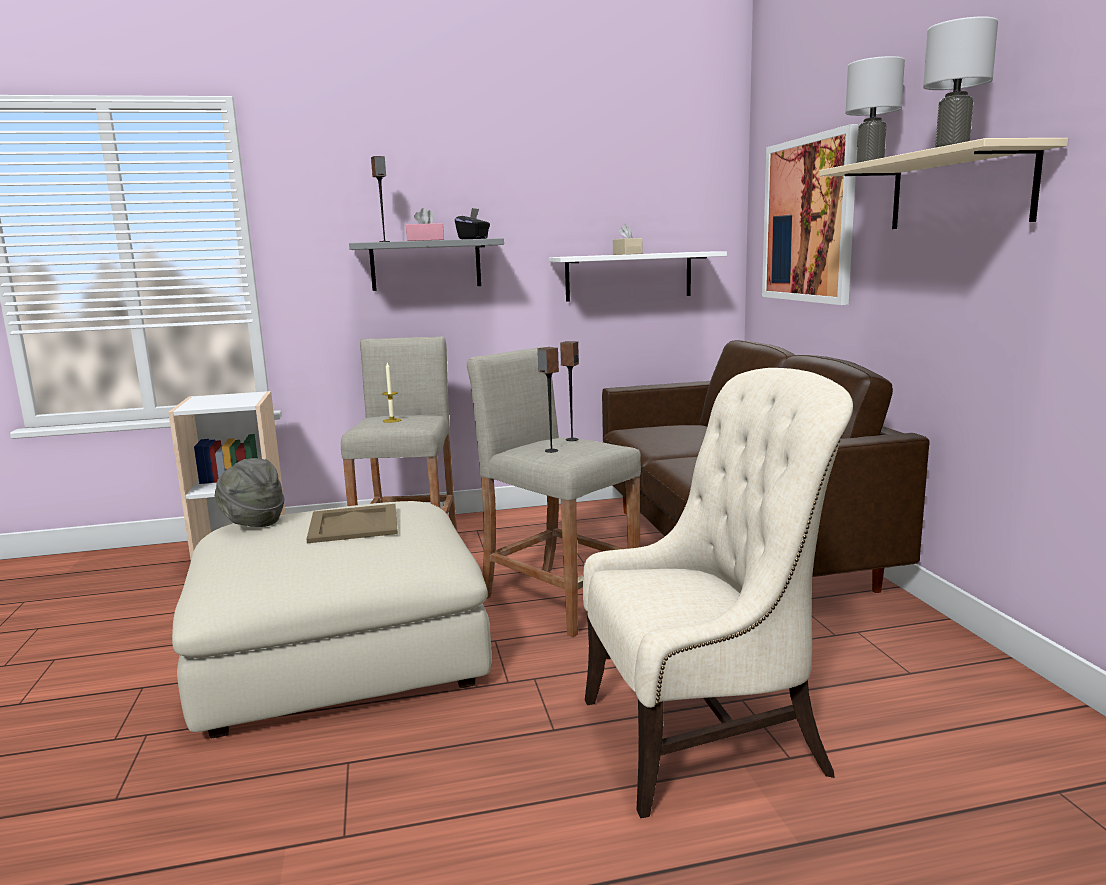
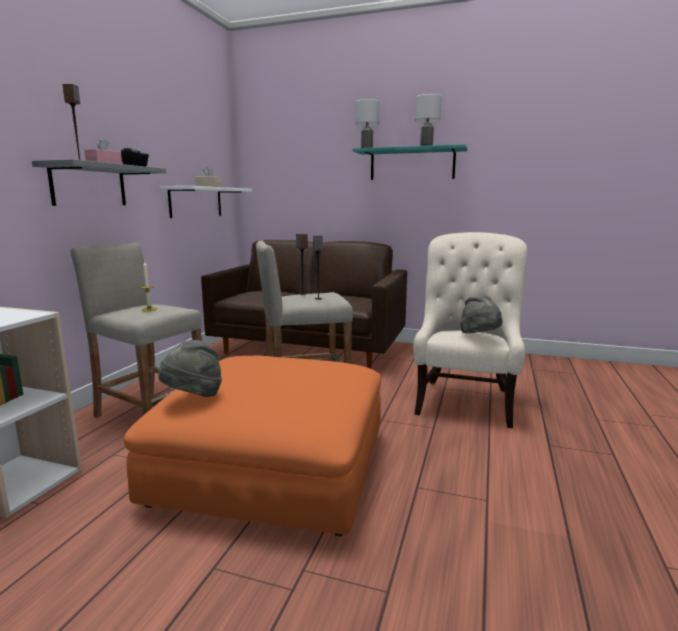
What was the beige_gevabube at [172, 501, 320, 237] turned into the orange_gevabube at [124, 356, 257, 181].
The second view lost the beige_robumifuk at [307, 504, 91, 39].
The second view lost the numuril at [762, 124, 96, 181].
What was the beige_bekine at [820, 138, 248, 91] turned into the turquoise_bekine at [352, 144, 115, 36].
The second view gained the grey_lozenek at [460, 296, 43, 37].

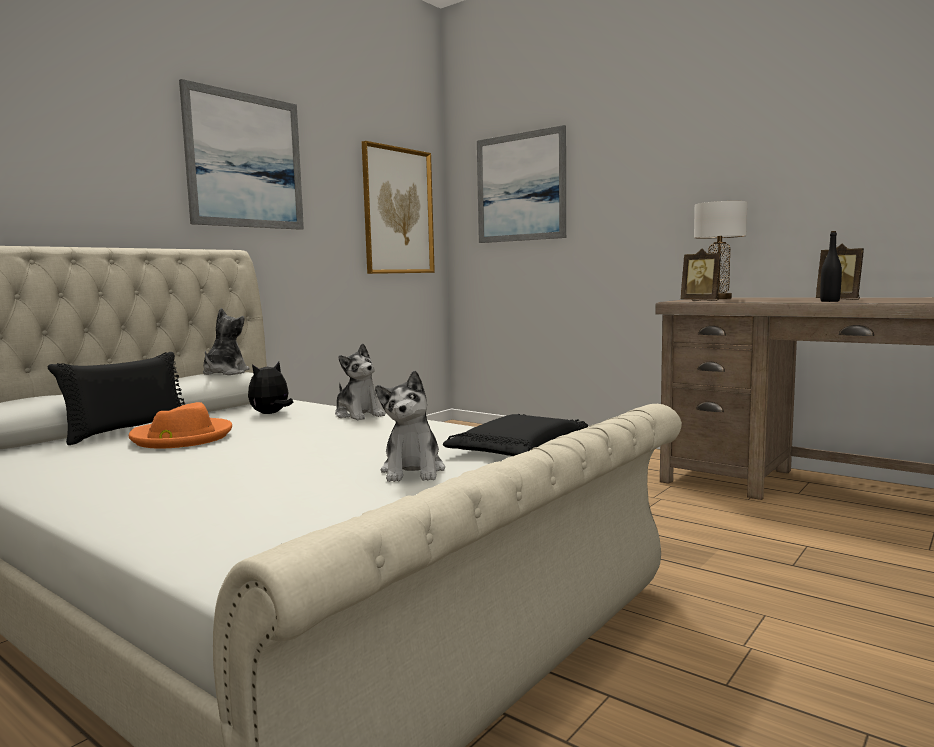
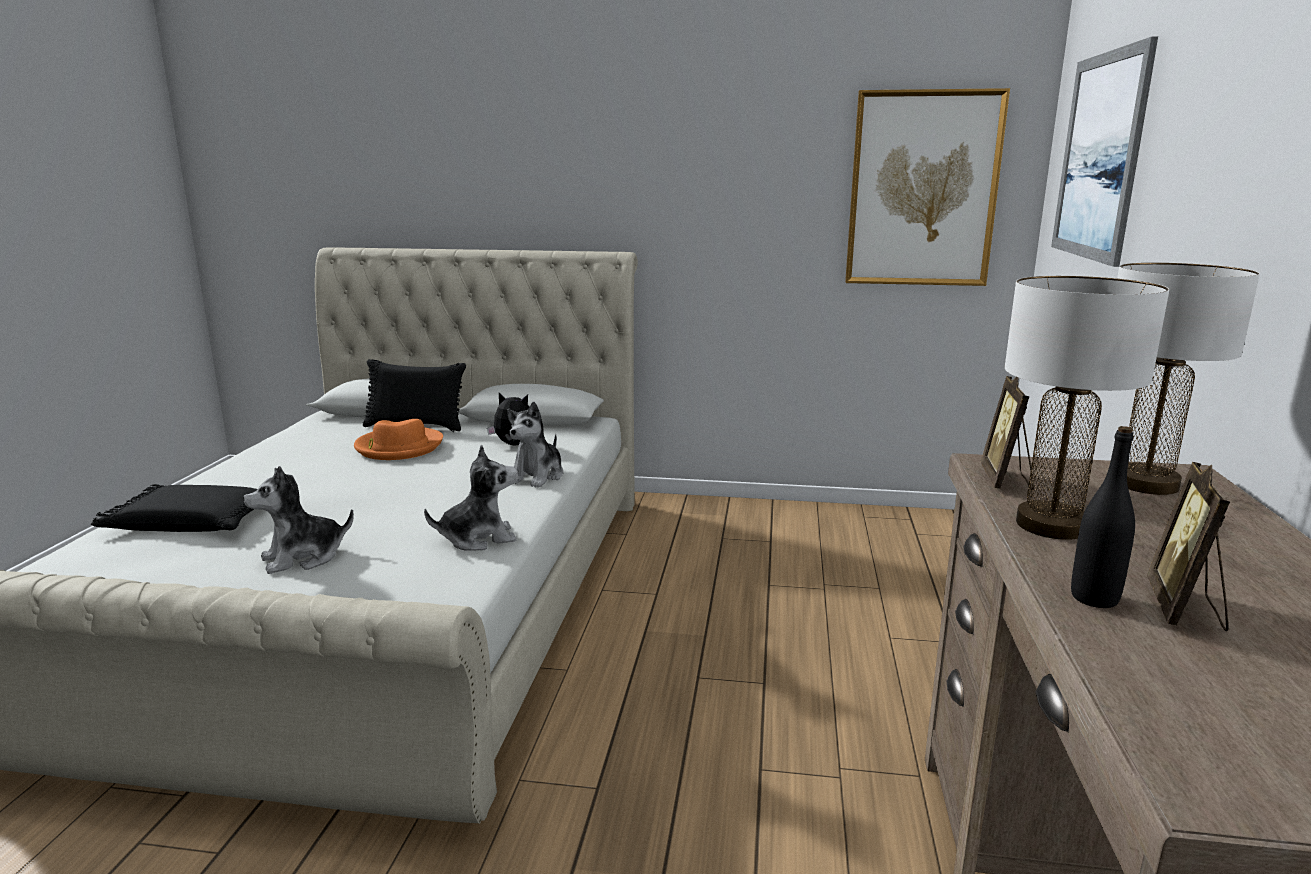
The second view lost the numuril at [179, 79, 125, 151].
The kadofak ended up elsewhere, having gone from [203, 308, 47, 67] to [424, 445, 94, 106].
The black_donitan ended up elsewhere, having gone from [443, 414, 145, 42] to [91, 484, 166, 48].
The second view gained the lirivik at [1005, 276, 164, 264].

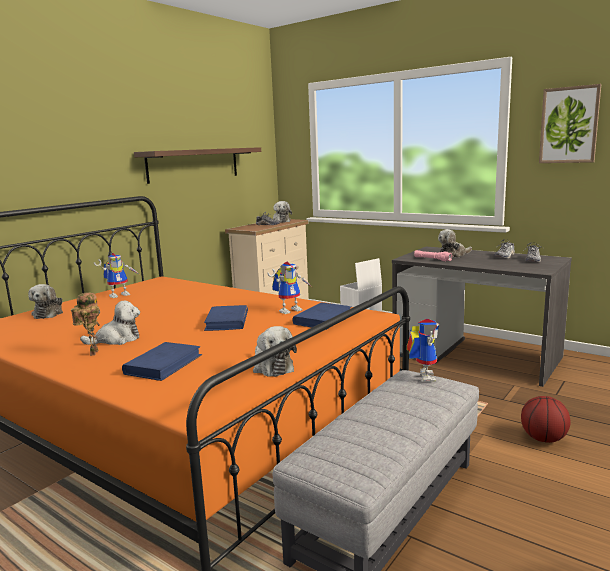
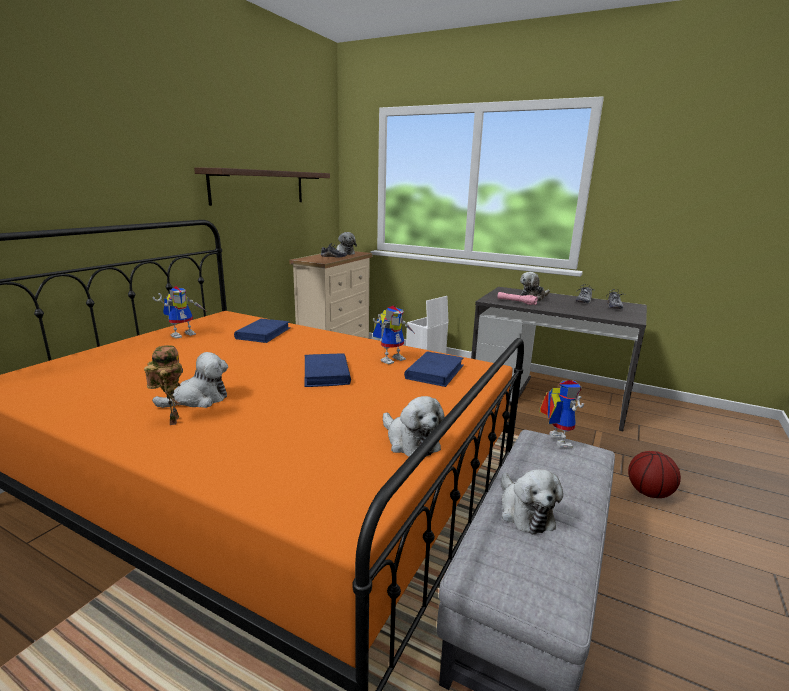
The kadofak ended up elsewhere, having gone from [28, 284, 35, 35] to [501, 469, 62, 65].
The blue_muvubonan ended up elsewhere, having gone from [122, 342, 80, 39] to [234, 319, 57, 24].
The second view lost the numuril at [539, 84, 62, 79].

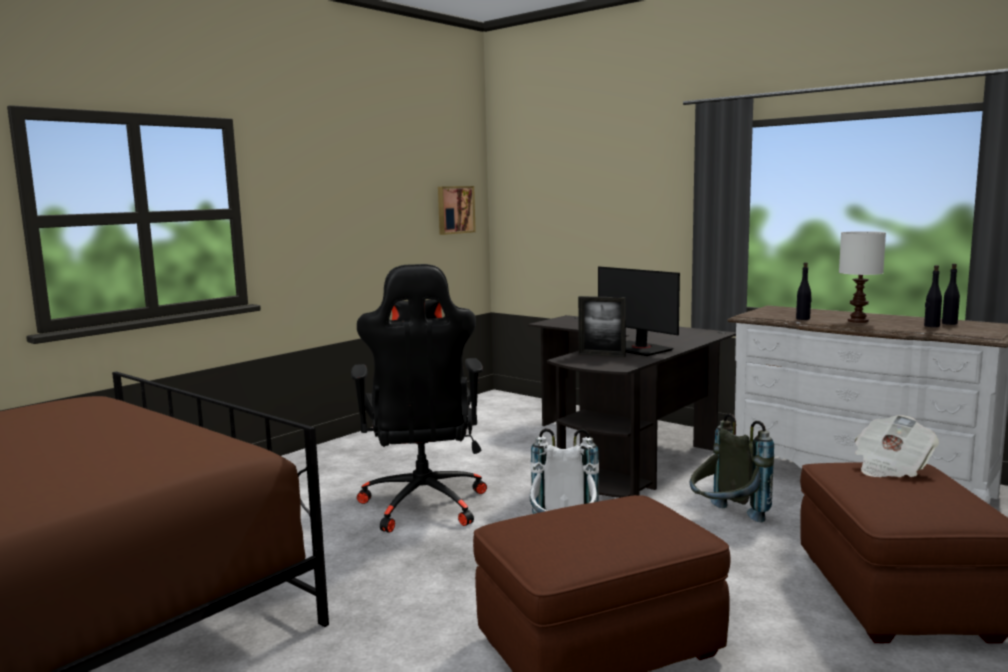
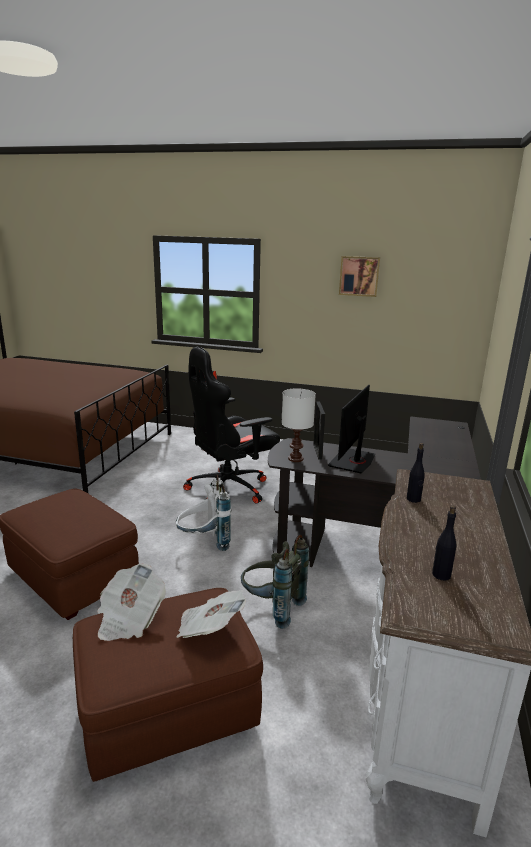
The numuril ended up elsewhere, having gone from [438, 186, 38, 49] to [339, 256, 41, 41].
The white_lirivik ended up elsewhere, having gone from [839, 231, 47, 92] to [281, 388, 35, 74].
The second view lost the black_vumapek at [942, 264, 18, 61].
The second view gained the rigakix at [97, 564, 69, 77].

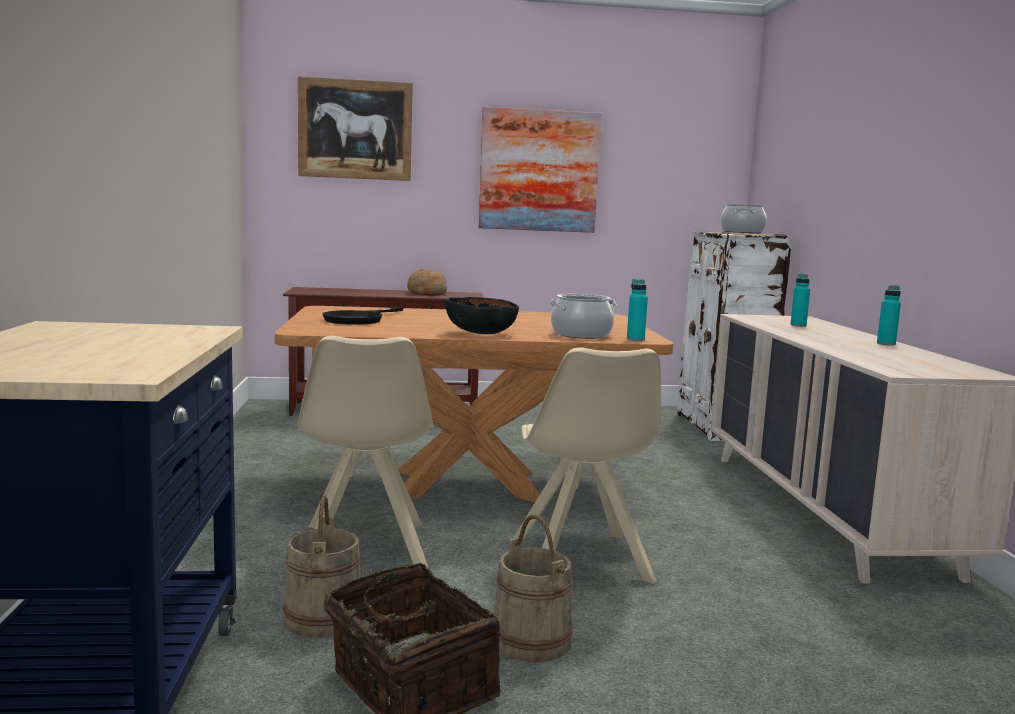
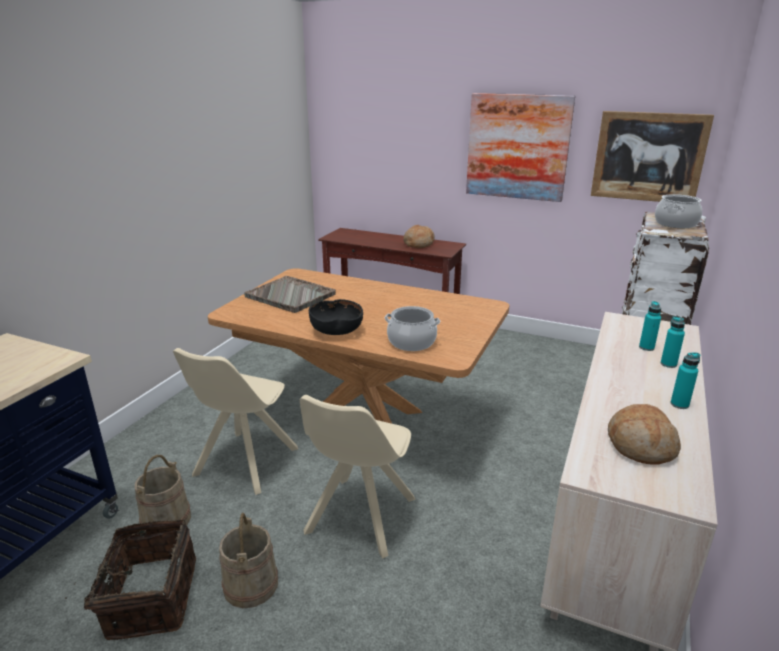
The numuril ended up elsewhere, having gone from [298, 77, 115, 104] to [591, 111, 123, 91].
Where the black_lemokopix stood at [322, 307, 82, 18], the grey_robumifuk came to stand at [244, 276, 92, 37].
The turquoise_vumapek ended up elsewhere, having gone from [627, 279, 21, 62] to [661, 317, 24, 51].
The second view gained the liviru at [608, 404, 73, 61].

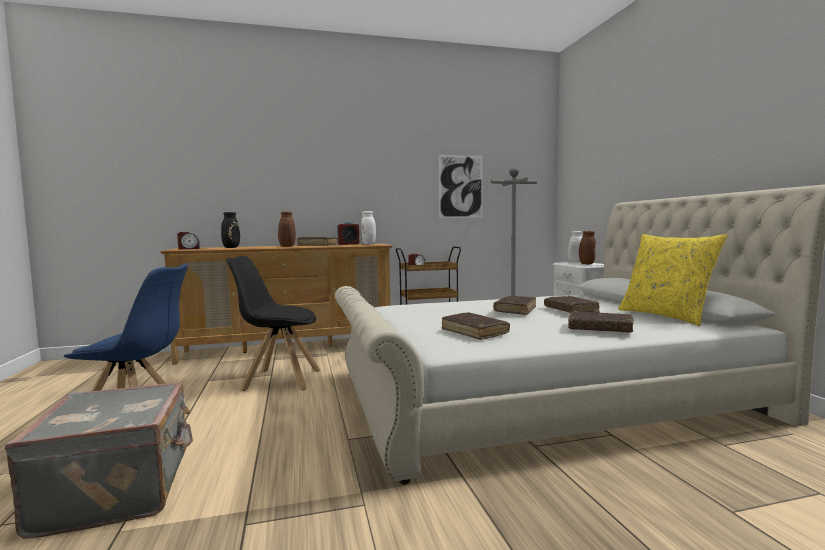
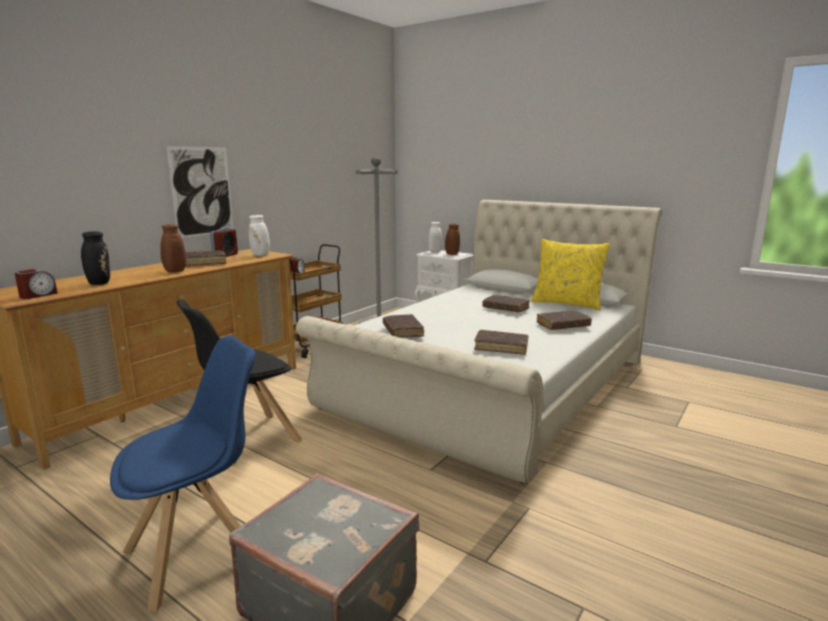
The numuril ended up elsewhere, having gone from [439, 155, 43, 63] to [166, 146, 67, 92].
The brown_muvubonan ended up elsewhere, having gone from [493, 296, 43, 19] to [383, 314, 41, 24].

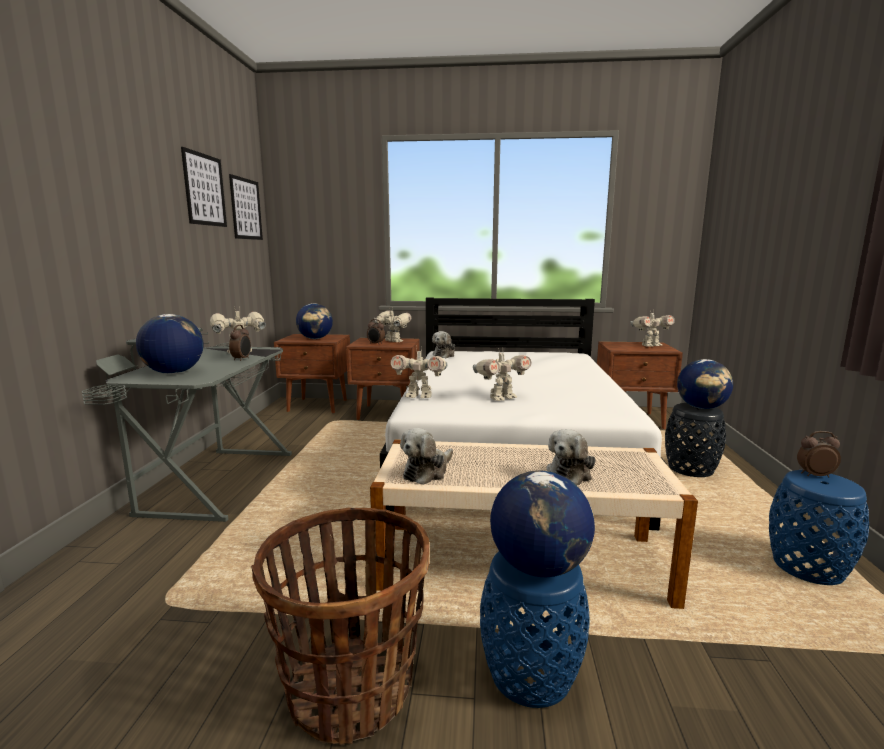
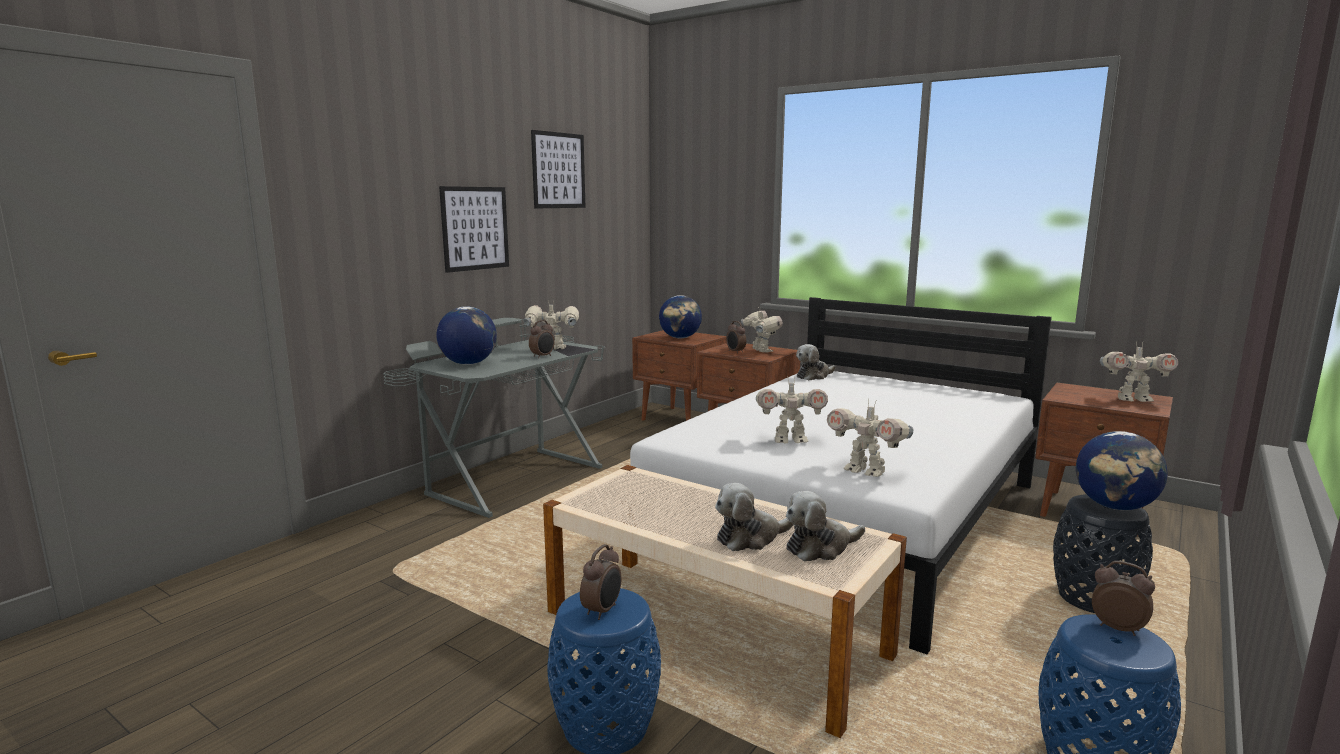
The numuril ended up elsewhere, having gone from [229, 174, 34, 66] to [439, 186, 70, 87].
The second view lost the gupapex at [251, 508, 178, 237].
The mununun ended up elsewhere, having gone from [391, 346, 57, 52] to [827, 399, 86, 78].
The kadofak ended up elsewhere, having gone from [400, 428, 53, 57] to [786, 491, 79, 70].
Where the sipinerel stood at [490, 471, 105, 106], the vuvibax came to stand at [580, 544, 41, 76].

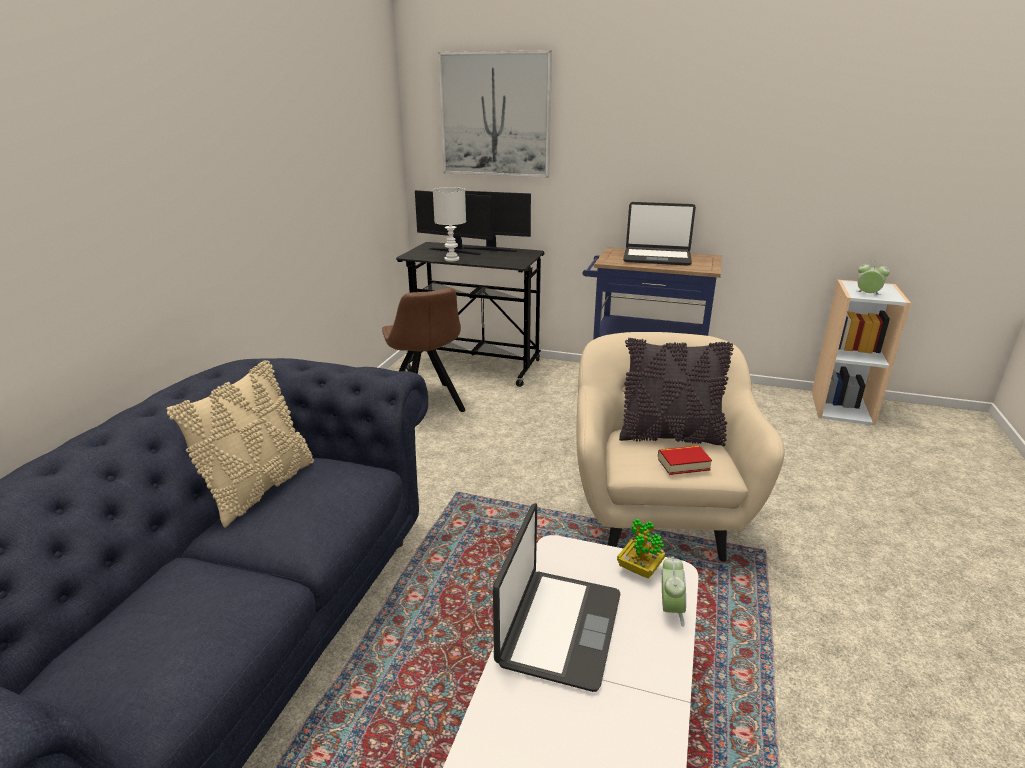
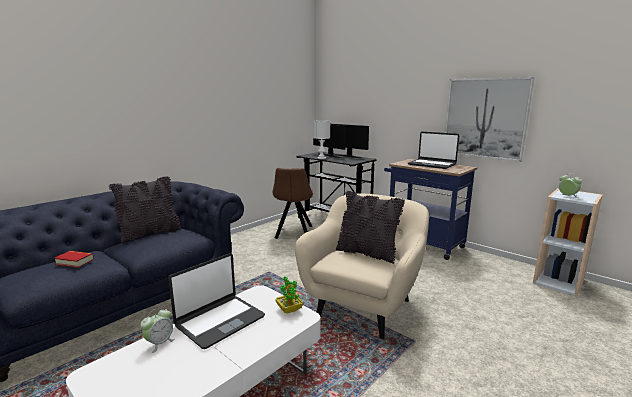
What was the beige_donitan at [167, 360, 147, 168] turned into the black_donitan at [108, 176, 73, 68].
The numuril ended up elsewhere, having gone from [438, 50, 114, 128] to [445, 77, 90, 85].
The muvubonan ended up elsewhere, having gone from [658, 446, 54, 29] to [54, 251, 40, 17].
The vuvibax ended up elsewhere, having gone from [662, 557, 24, 70] to [140, 308, 35, 45].

